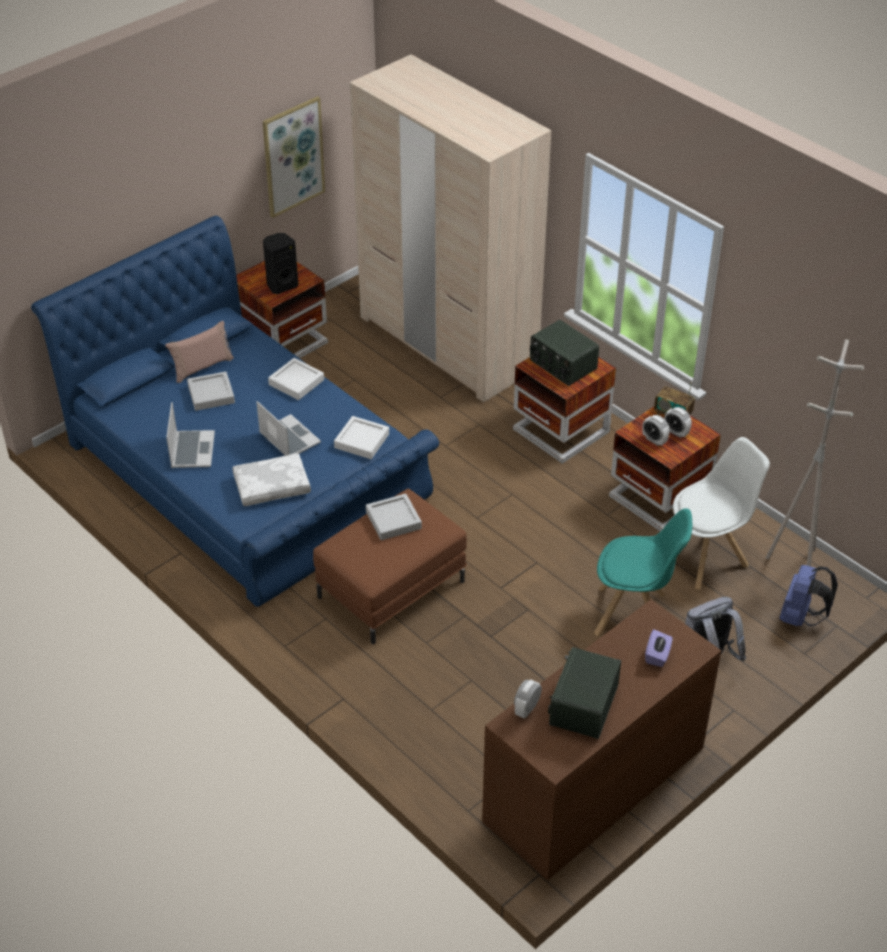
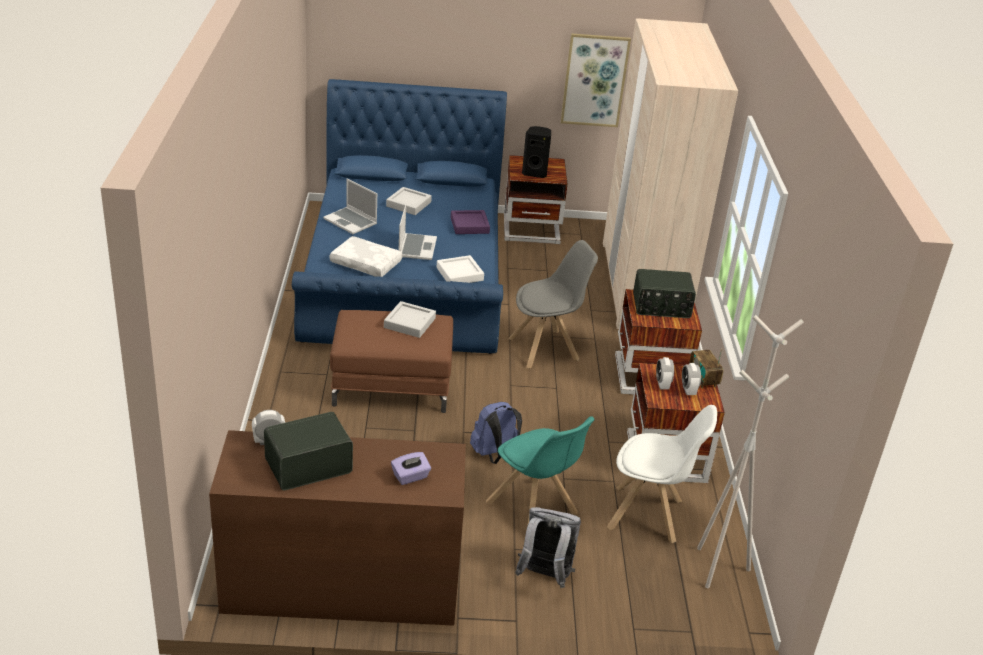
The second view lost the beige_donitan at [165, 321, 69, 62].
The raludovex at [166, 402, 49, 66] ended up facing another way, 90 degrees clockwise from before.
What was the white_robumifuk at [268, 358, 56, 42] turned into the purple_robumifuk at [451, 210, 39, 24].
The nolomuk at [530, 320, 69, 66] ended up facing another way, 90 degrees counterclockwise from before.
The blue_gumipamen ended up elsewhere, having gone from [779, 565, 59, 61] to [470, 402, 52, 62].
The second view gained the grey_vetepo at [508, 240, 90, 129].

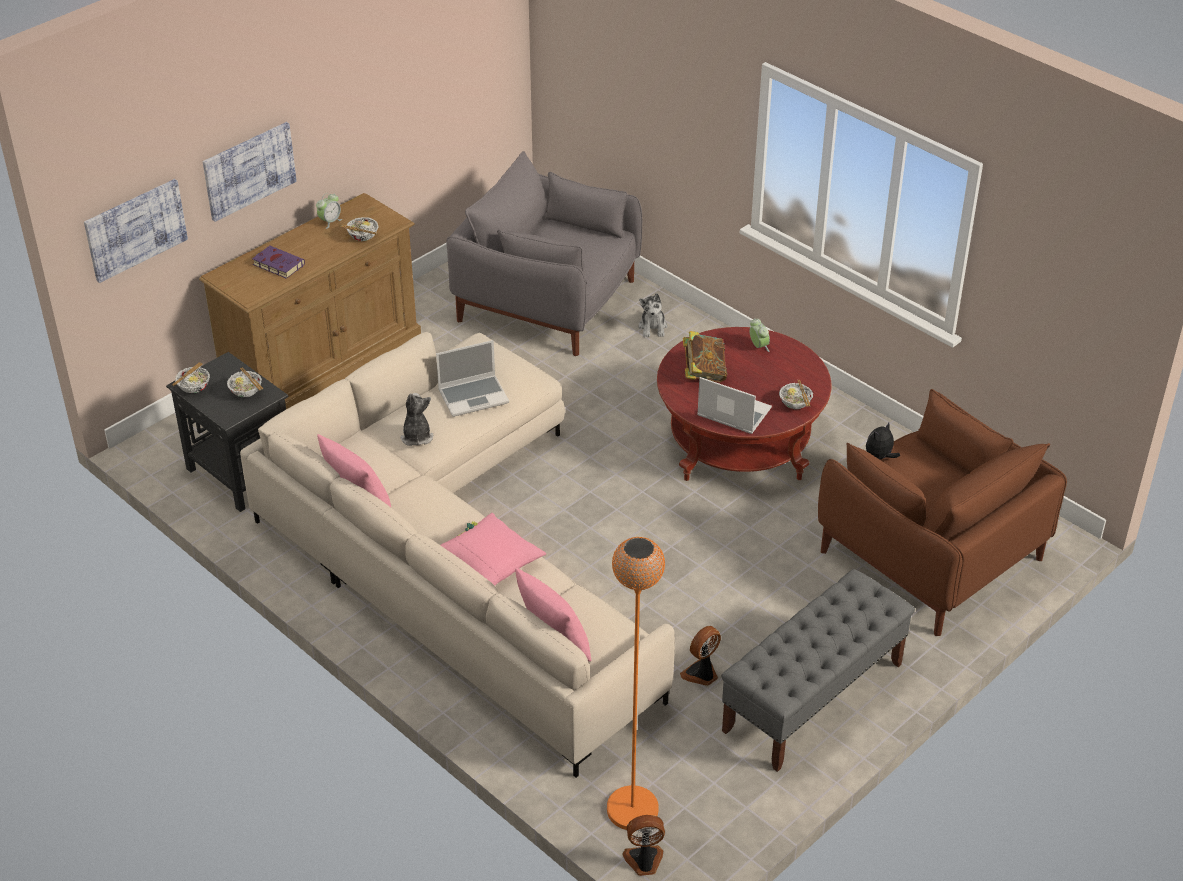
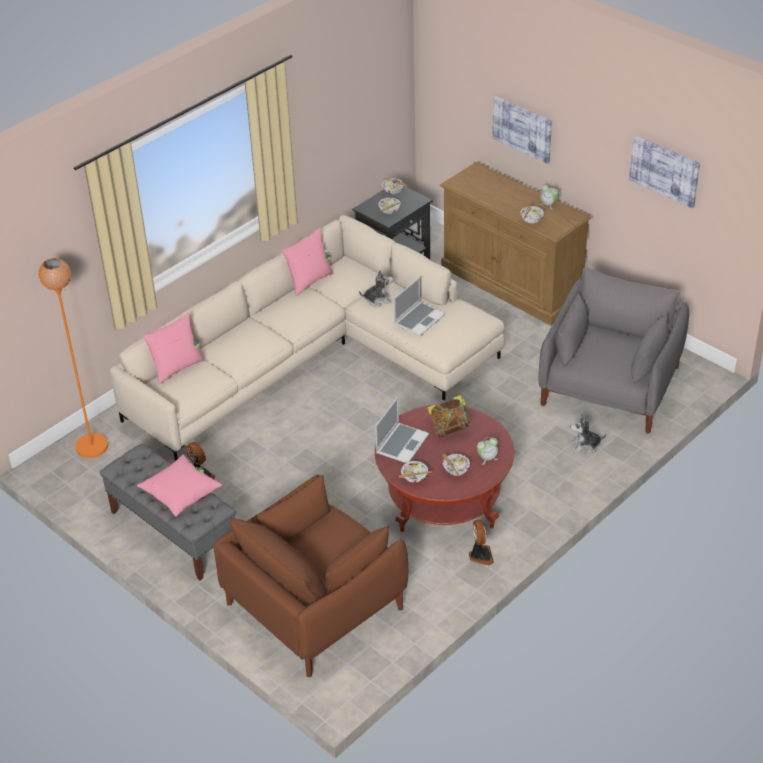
The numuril ended up elsewhere, having gone from [84, 179, 104, 104] to [629, 135, 71, 73].
The second view lost the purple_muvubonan at [252, 246, 53, 33].
The raludovex at [436, 340, 73, 77] ended up facing another way, 120 degrees counterclockwise from before.
The pink_donitan ended up elsewhere, having gone from [441, 513, 105, 73] to [137, 454, 85, 63].
The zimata ended up elsewhere, having gone from [623, 815, 42, 61] to [469, 520, 25, 45].
The second view lost the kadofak at [866, 422, 34, 37].
The second view gained the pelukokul at [442, 454, 28, 22].

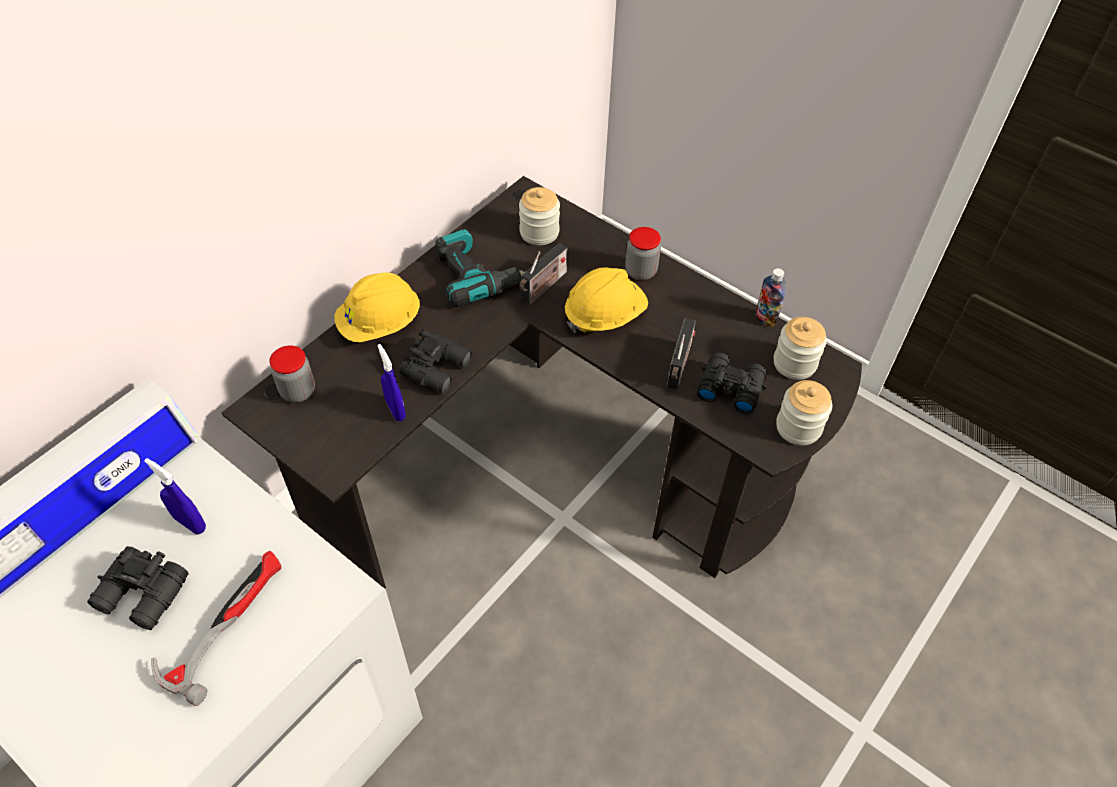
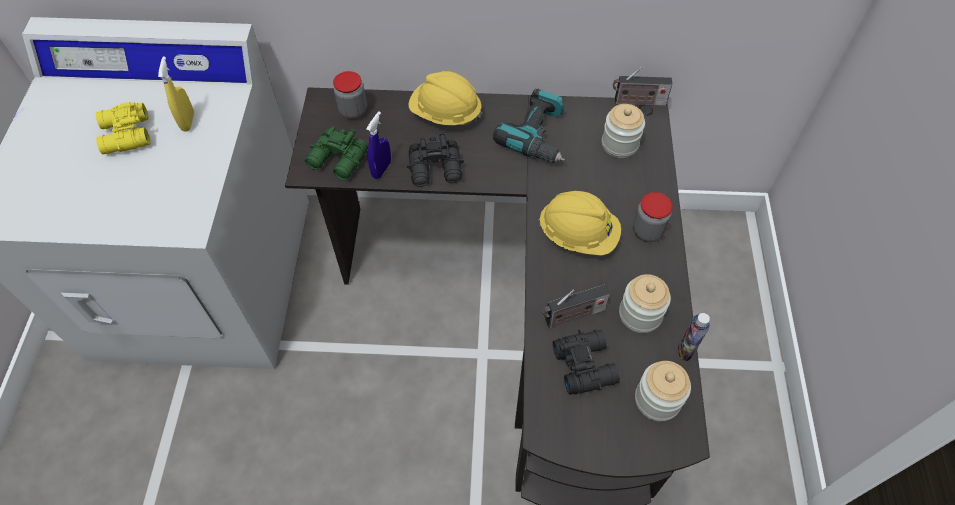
What was the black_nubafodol at [87, 546, 102, 84] turned into the yellow_nubafodol at [96, 102, 54, 52].
What was the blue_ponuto at [144, 458, 62, 77] turned into the yellow_ponuto at [158, 56, 36, 76].
The second view lost the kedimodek at [151, 551, 130, 155].
The nolomuk ended up elsewhere, having gone from [520, 243, 47, 61] to [613, 67, 59, 39].
The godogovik ended up elsewhere, having gone from [776, 380, 56, 65] to [619, 274, 52, 59].
The second view gained the green_nubafodol at [305, 126, 63, 54].

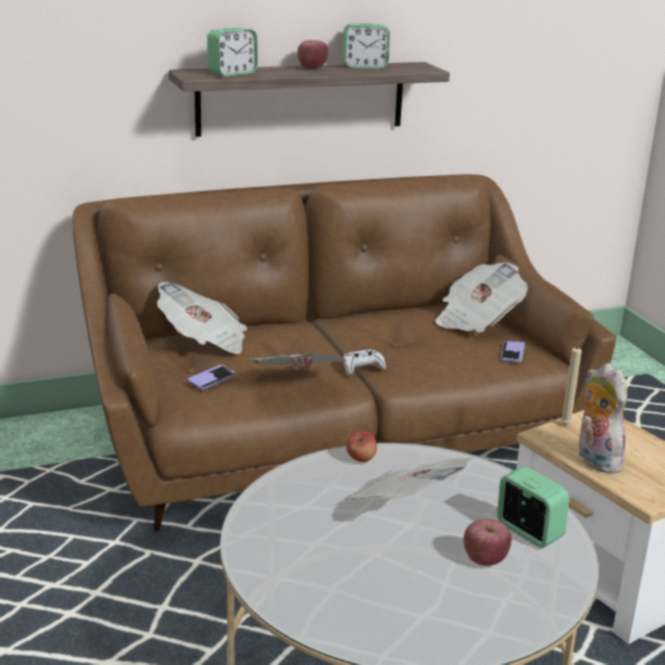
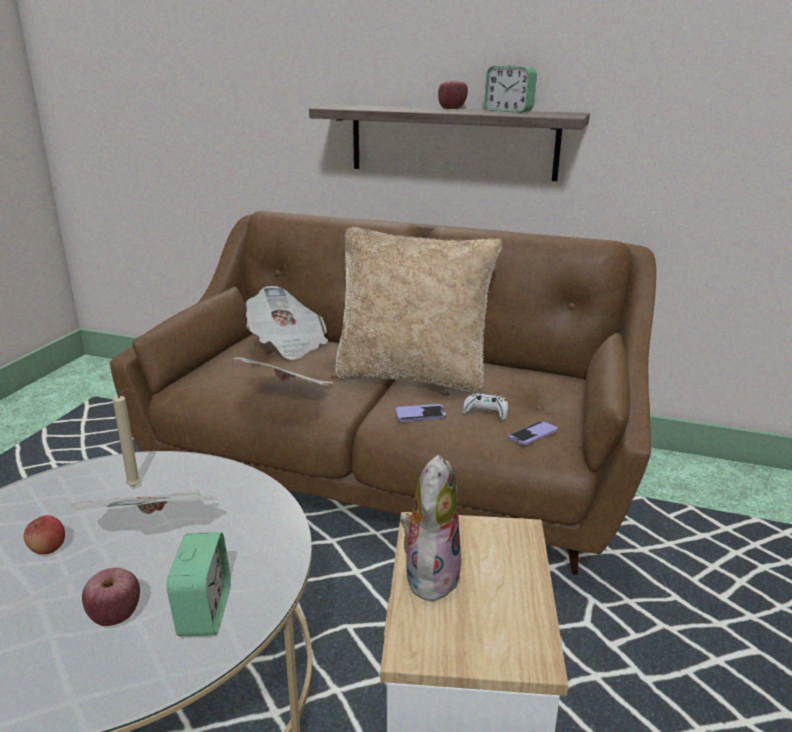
The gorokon ended up elsewhere, having gone from [188, 365, 47, 25] to [396, 404, 50, 18].
The second view lost the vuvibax at [207, 28, 51, 49].
The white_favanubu ended up elsewhere, having gone from [343, 349, 43, 26] to [462, 394, 46, 26].
The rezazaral ended up elsewhere, having gone from [346, 431, 31, 31] to [23, 515, 42, 39].
The second view lost the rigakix at [435, 263, 93, 70].
The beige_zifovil ended up elsewhere, having gone from [561, 339, 23, 86] to [113, 388, 27, 98].
The second view gained the beige_donitan at [335, 226, 167, 167].

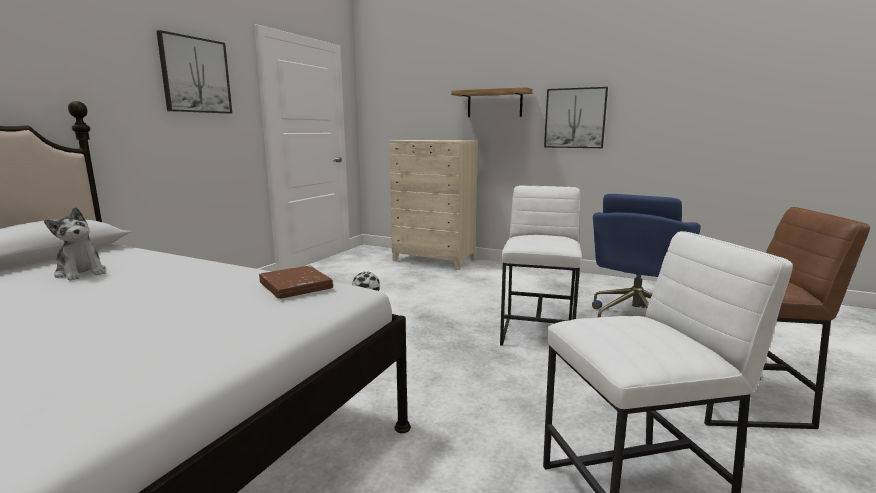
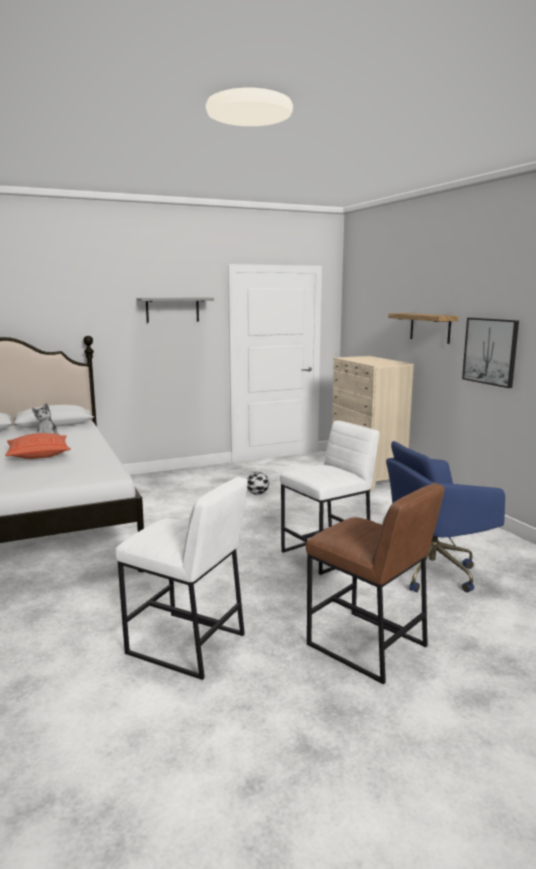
Where the numuril hung at [156, 30, 76, 83], the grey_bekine came to hang at [136, 297, 78, 26].
The second view lost the brown_muvubonan at [259, 265, 74, 34].
The second view gained the orange_donitan at [5, 433, 66, 26].

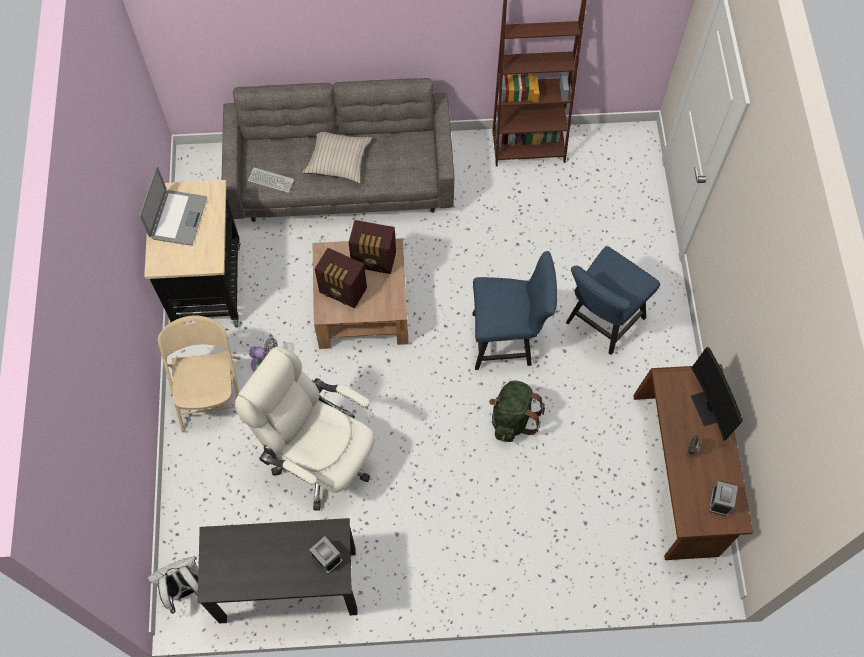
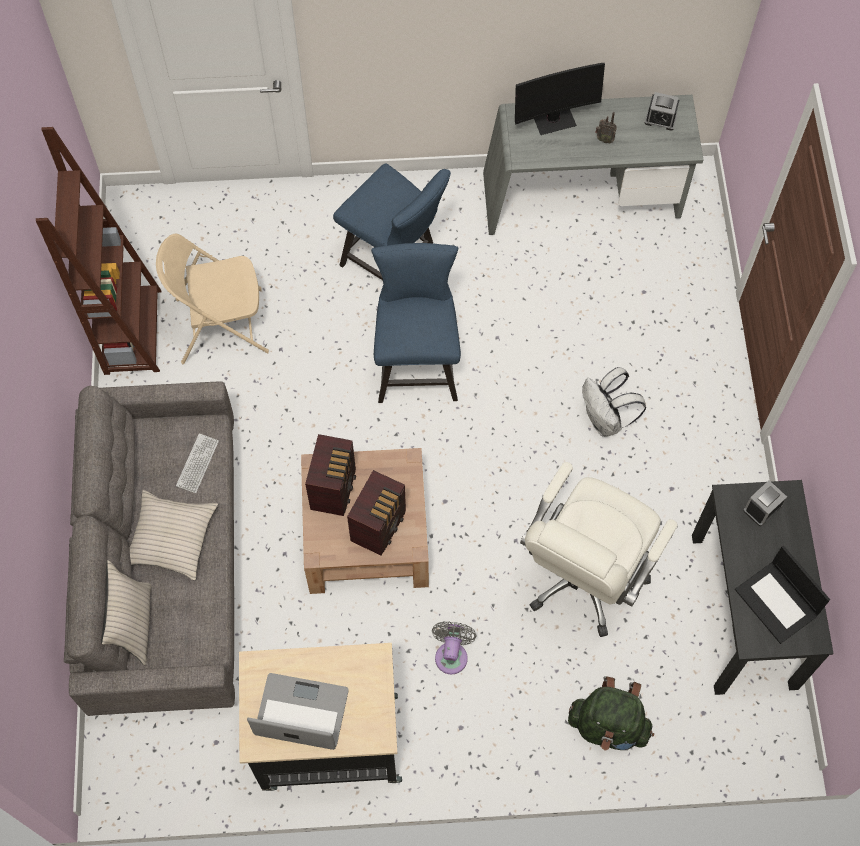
The white_gumipamen ended up elsewhere, having gone from [147, 556, 51, 58] to [582, 367, 64, 70].
The beige_vetepo ended up elsewhere, having gone from [158, 315, 87, 117] to [156, 234, 113, 130].
The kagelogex ended up elsewhere, having gone from [248, 167, 46, 26] to [176, 433, 43, 60].
The green_gumipamen ended up elsewhere, having gone from [489, 380, 56, 62] to [568, 676, 86, 74].
What was the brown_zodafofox at [633, 364, 120, 196] turned into the grey_zodafofox at [483, 95, 220, 140].
The second view gained the beige_donitan at [101, 560, 50, 105].
The second view gained the raludovex at [735, 546, 95, 98].

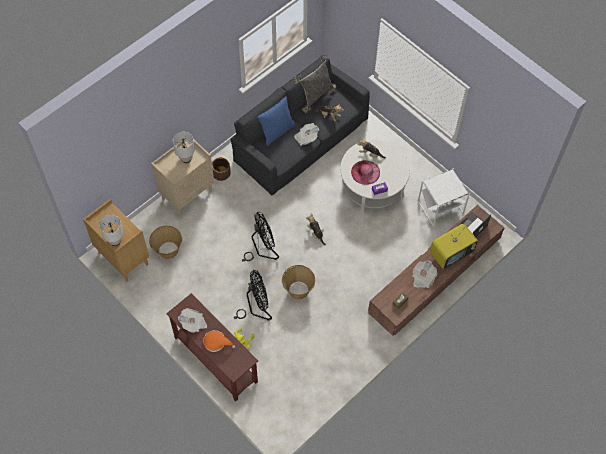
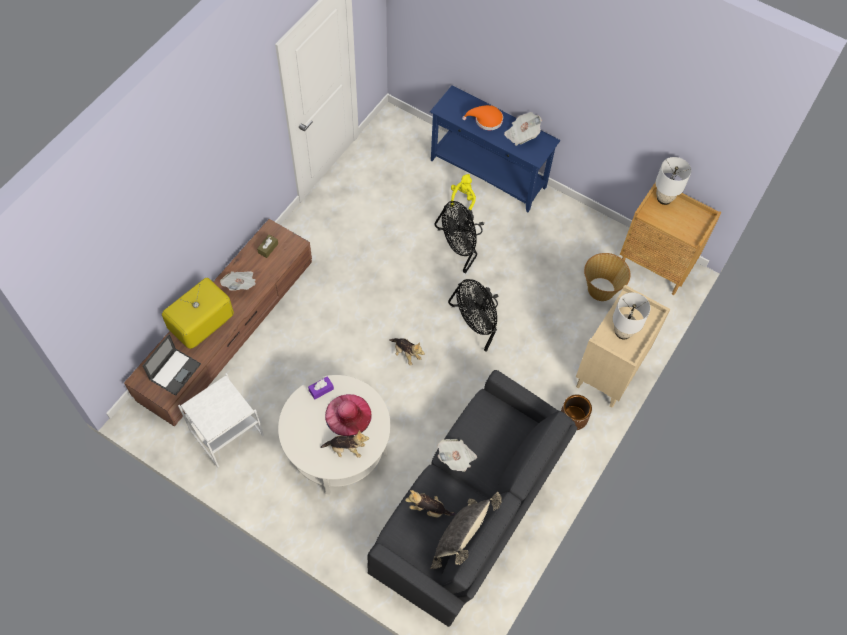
What was the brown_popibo at [166, 293, 92, 109] turned into the blue_popibo at [430, 85, 130, 127].
The second view lost the blue_donitan at [257, 96, 39, 50].
The second view lost the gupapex at [282, 265, 33, 34].

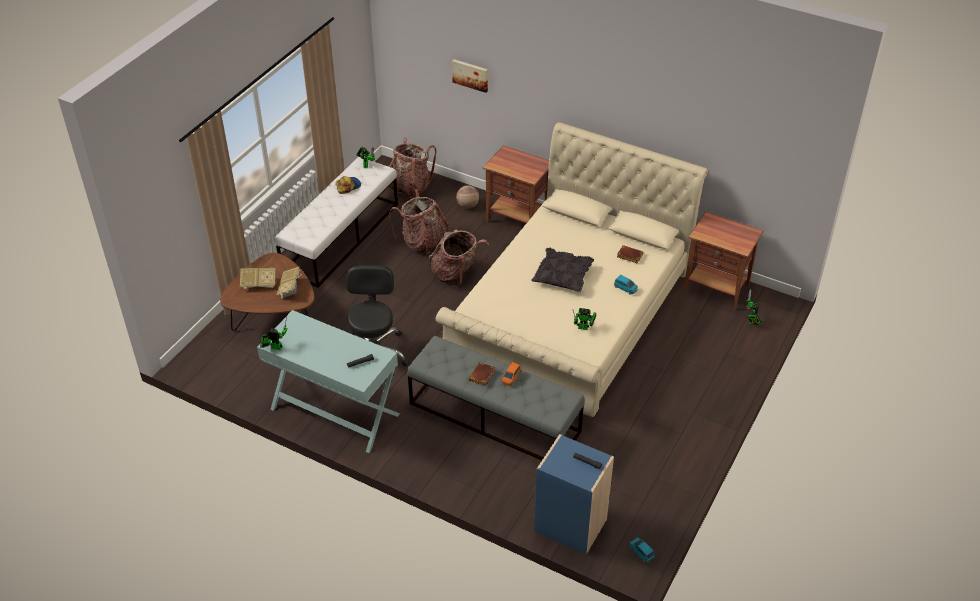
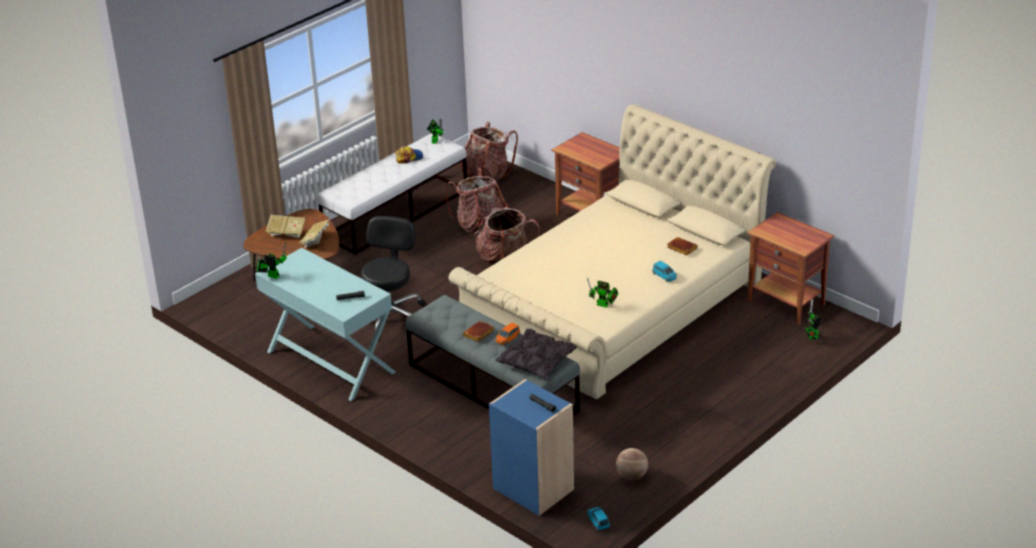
The second view lost the numuril at [452, 59, 36, 34].
The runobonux ended up elsewhere, having gone from [456, 185, 23, 23] to [616, 448, 32, 32].
The black_donitan ended up elsewhere, having gone from [531, 248, 63, 43] to [495, 329, 82, 49].

